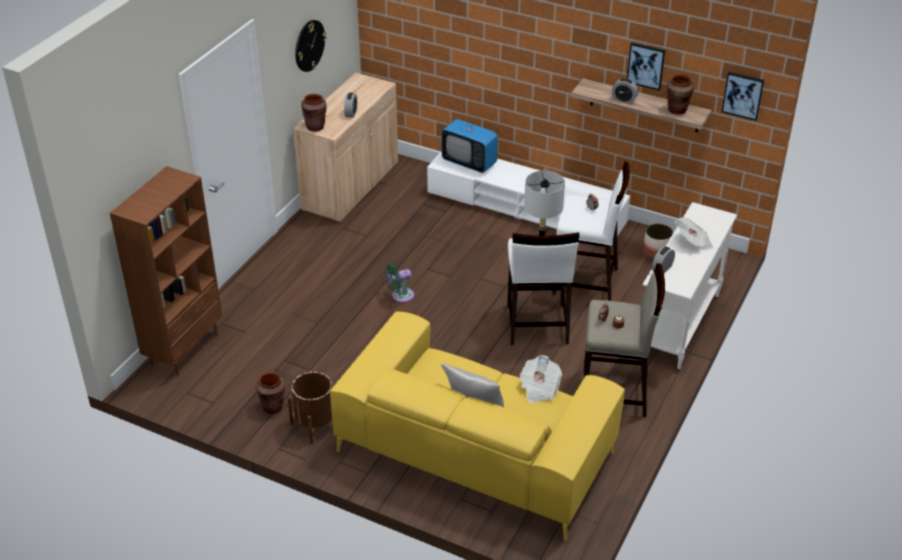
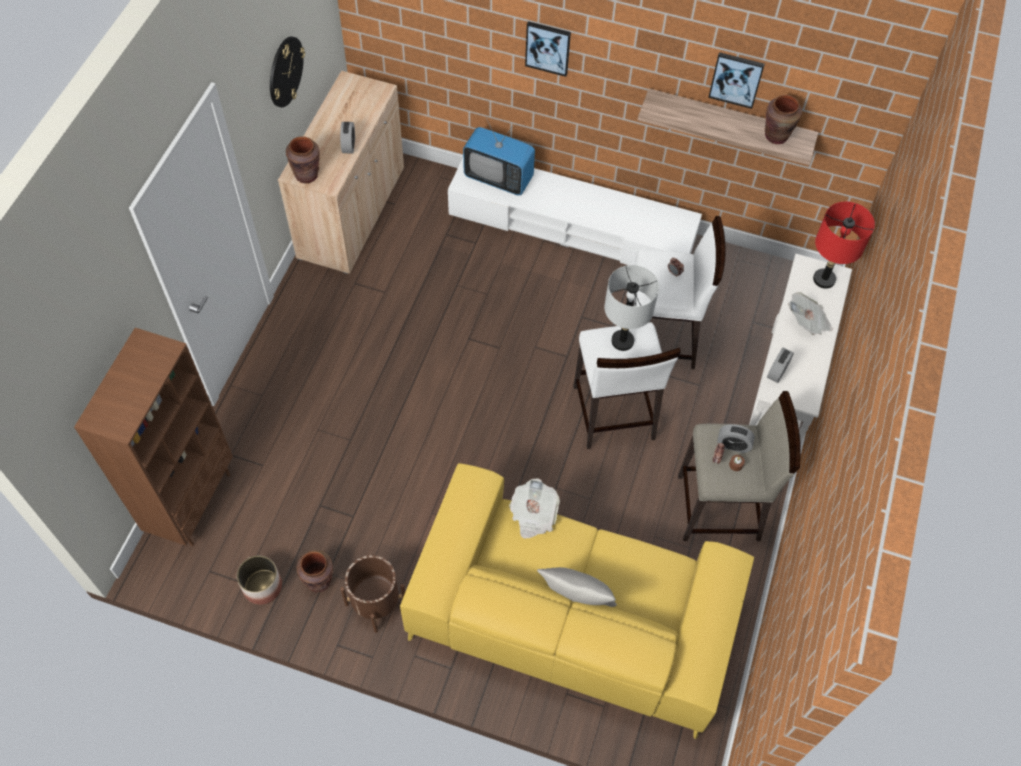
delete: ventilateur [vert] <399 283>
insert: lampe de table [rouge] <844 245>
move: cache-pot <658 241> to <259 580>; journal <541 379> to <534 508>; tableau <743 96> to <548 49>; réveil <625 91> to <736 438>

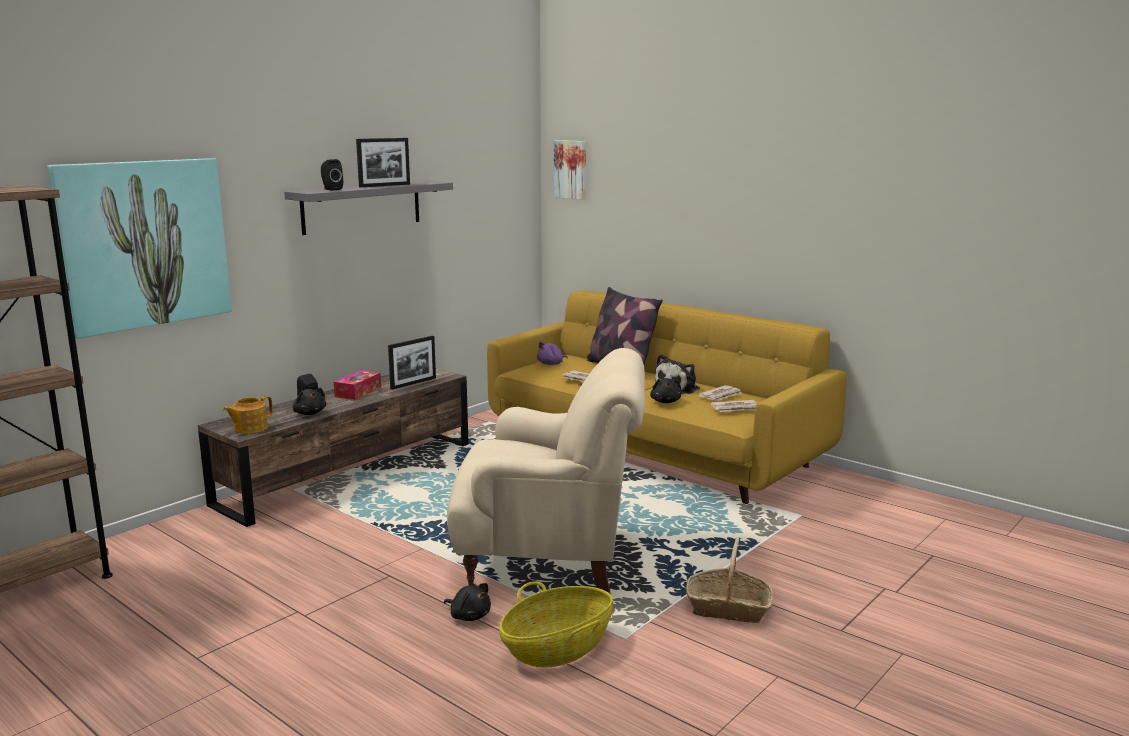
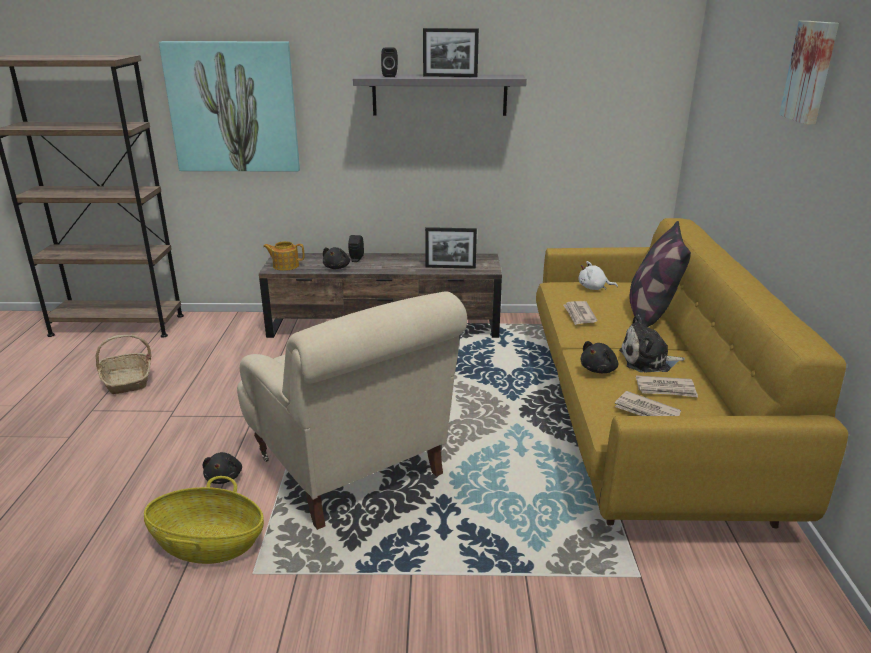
delete: boîte à mouchoirs <357 385>
move: panier <730 580> to <123 364>; tableau <570 170> to <809 73>
recolor: peluche [violet] <552 353> to peluche [blanc] <598 275>

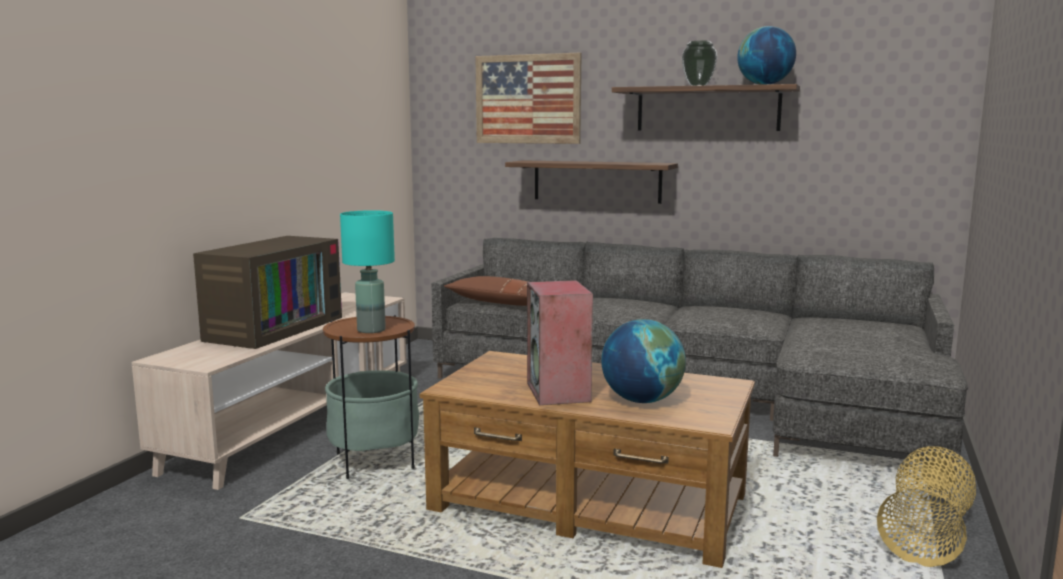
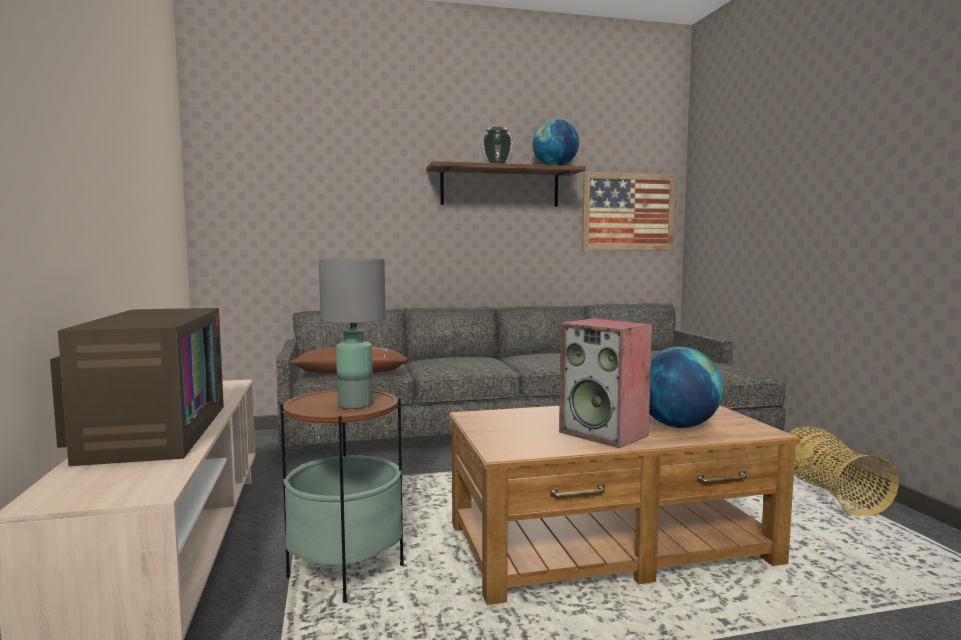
delete: étagère <591 182>
move: tableau <528 98> to <629 211>
recolor: lampe de table [turquoise] <367 271> to lampe de table [gris] <352 333>

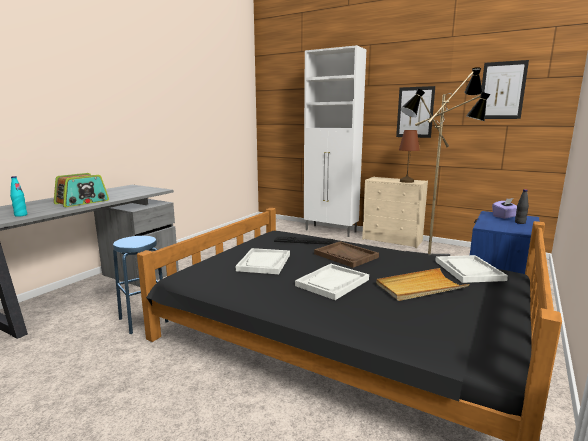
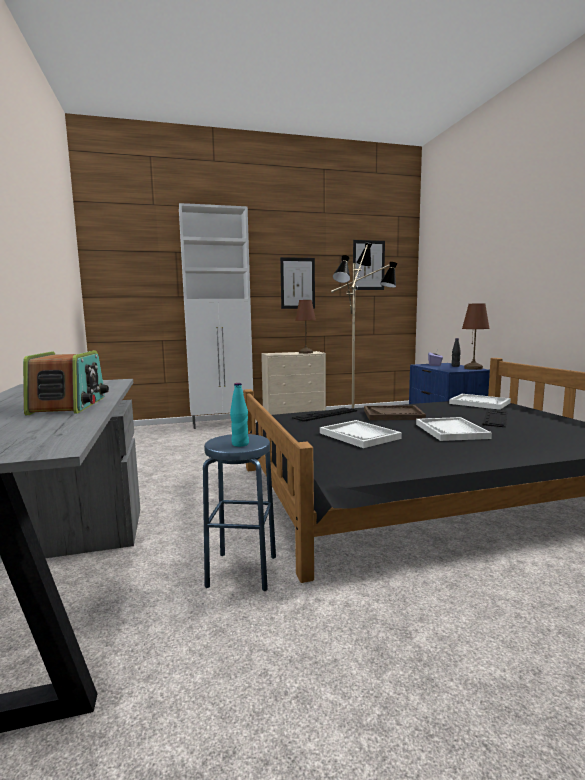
insert: lampe de table [marron] <476 336>
move: bouteille [turquoise] <18 196> to <239 415>
replace: plateau [beige] <423 284> to clavier <495 417>

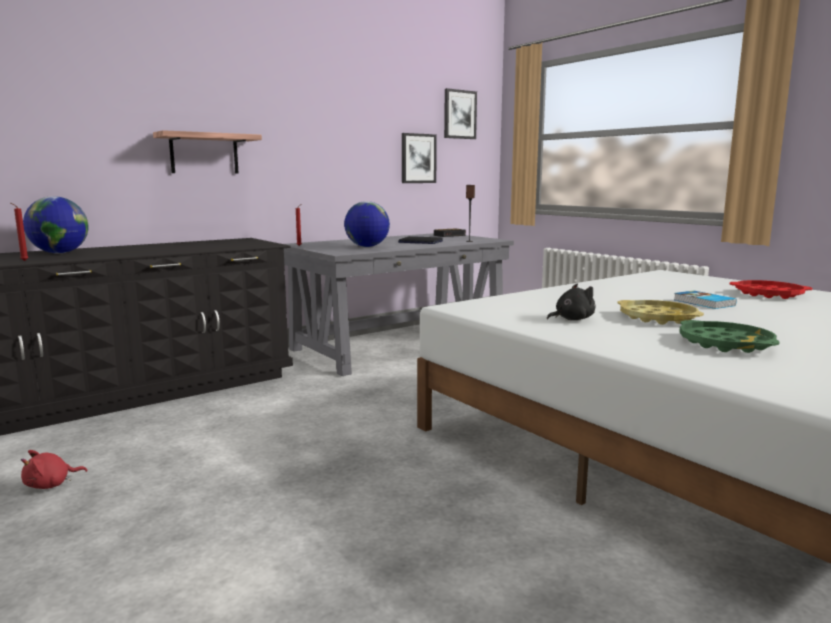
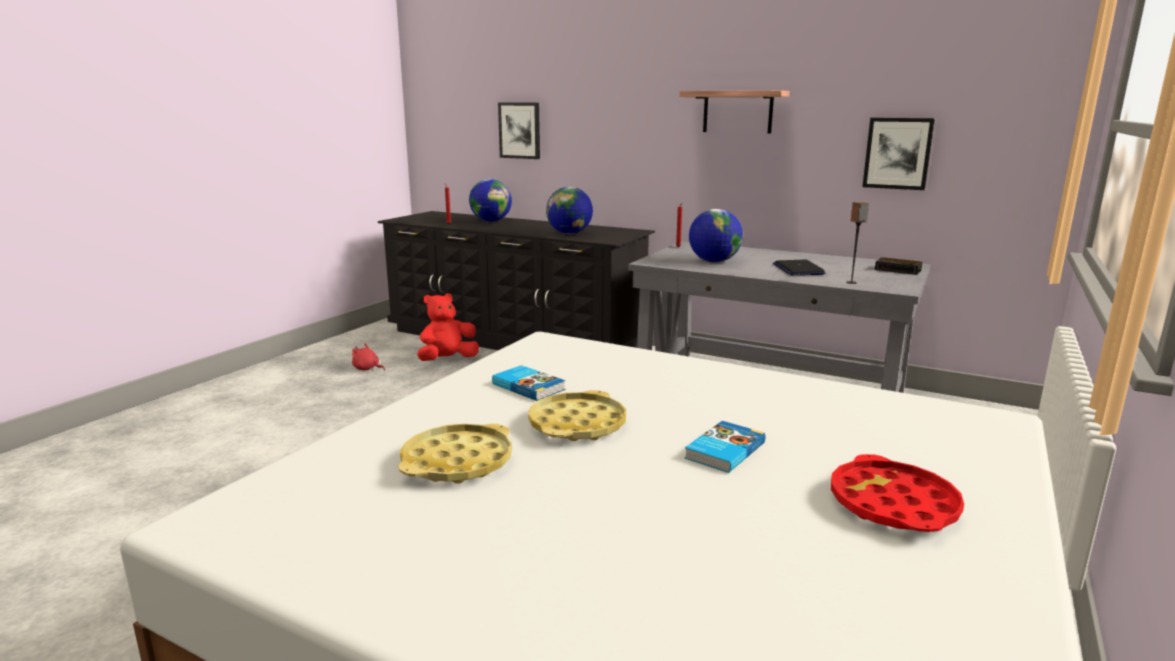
insert: peluche [rouge] <448 327>; globe <569 210>
move: tableau <460 113> to <519 131>; étagère <207 151> to <734 111>
replace: peluche [noir] <571 302> to livre <528 383>
recolor: plateau [vert] <729 336> to plateau [jaune] <455 454>

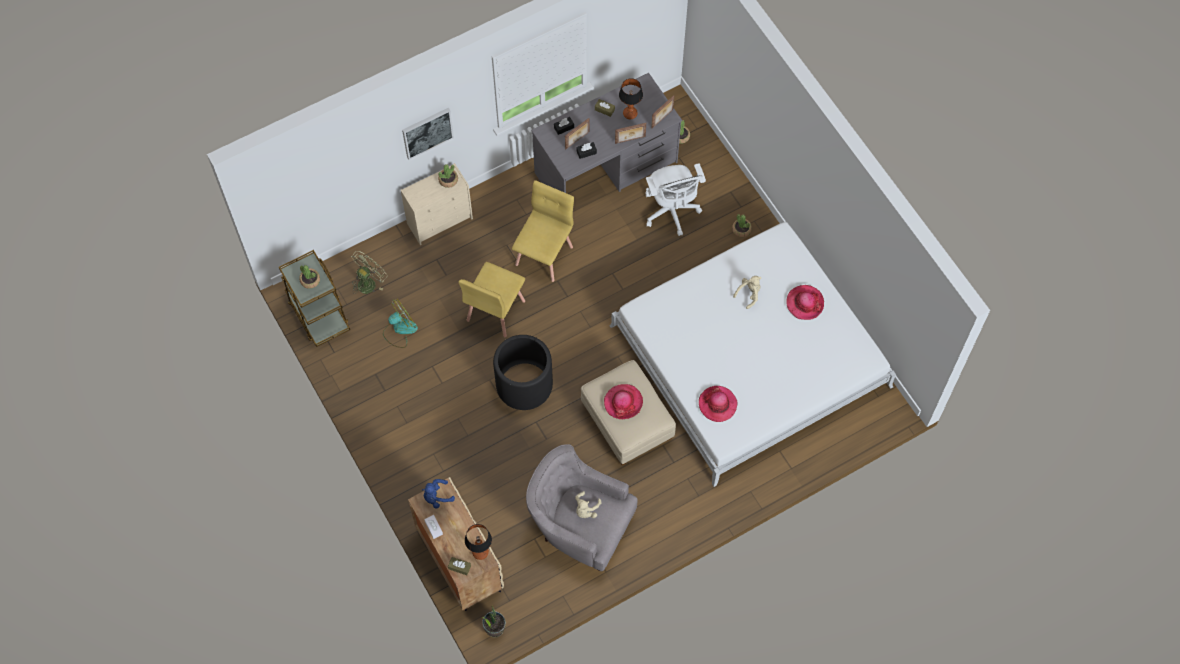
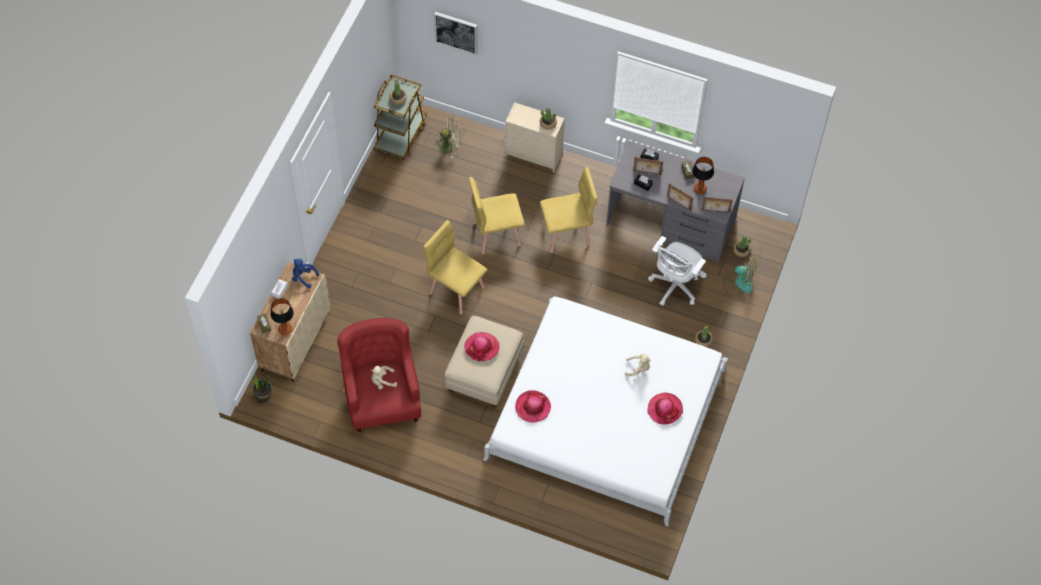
move: tableau <428 134> to <456 34>; ventilateur <400 323> to <740 276>
replace: cache-pot [noir] <523 372> to chaise [jaune] <455 267>
recolor: fauteuil [gris] <582 507> to fauteuil [rouge] <379 375>

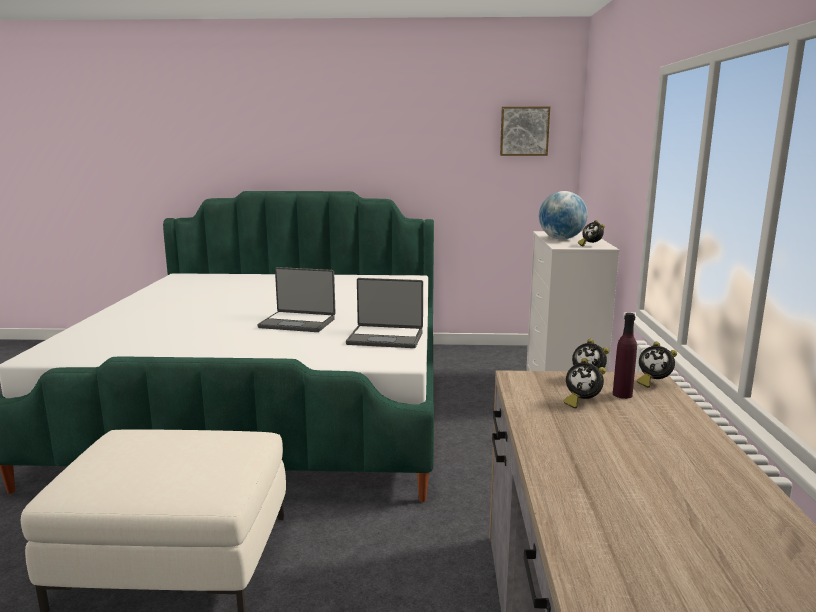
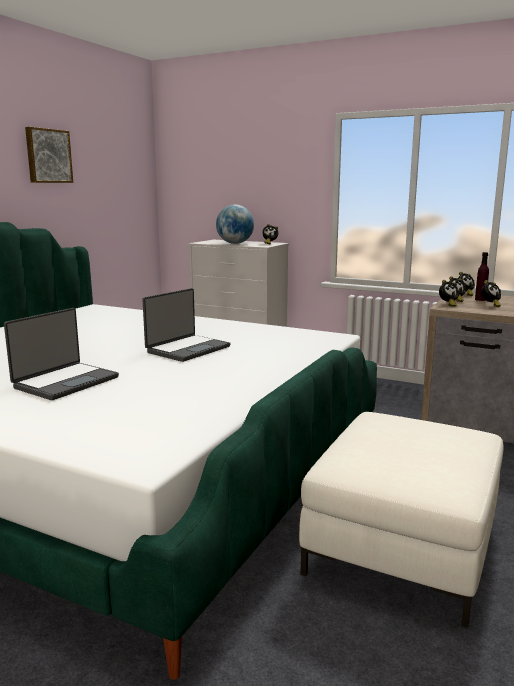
insert: réveil <449 293>
move: ordinateur portable <384 313> to <61 354>; tableau <525 131> to <49 155>

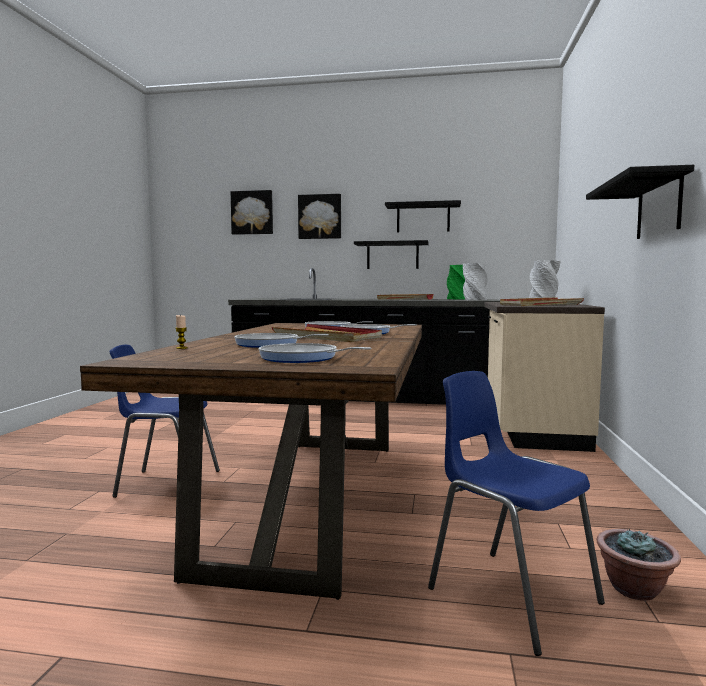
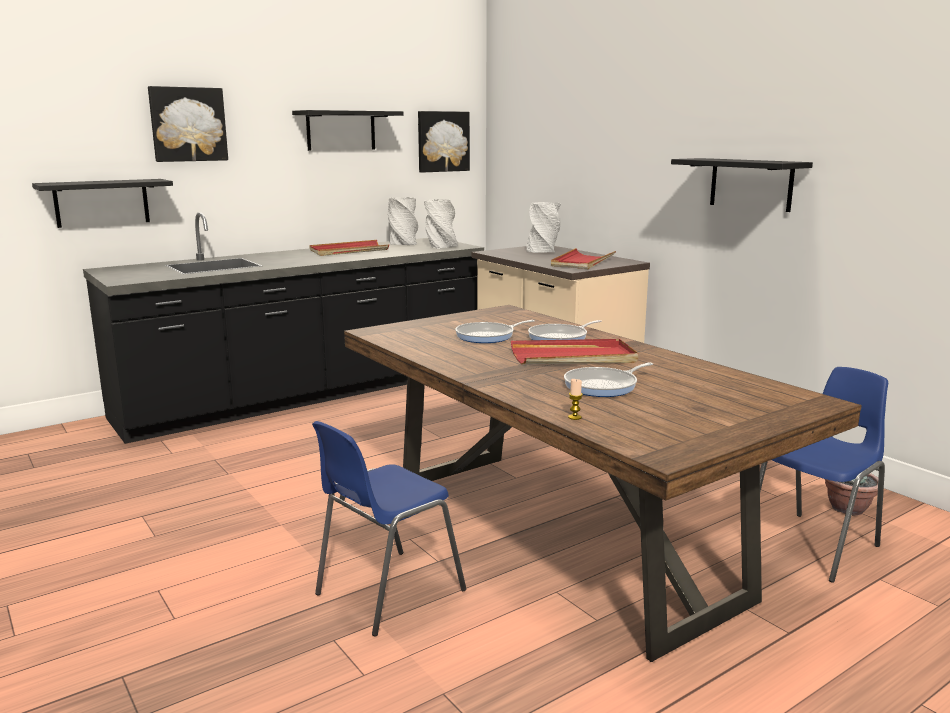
delete: poêle <315 353>
move: étagère [noir] <391 254> to <102 203>; tableau <252 212> to <444 141>
recolor: vase [vert] <456 282> to vase [gris] <403 221>
rotate: chaise [bleu] <516 513> = <824 475> 135 degrees clockwise

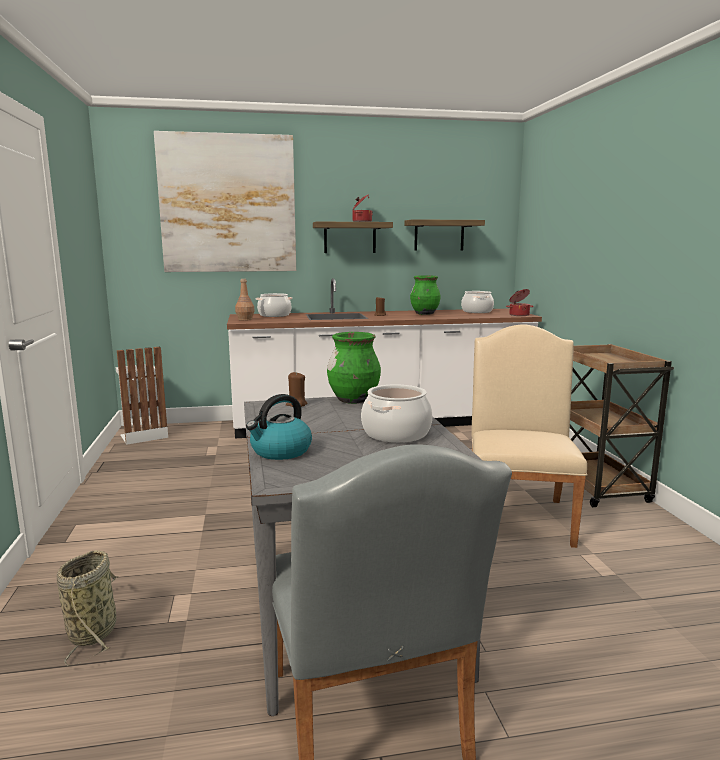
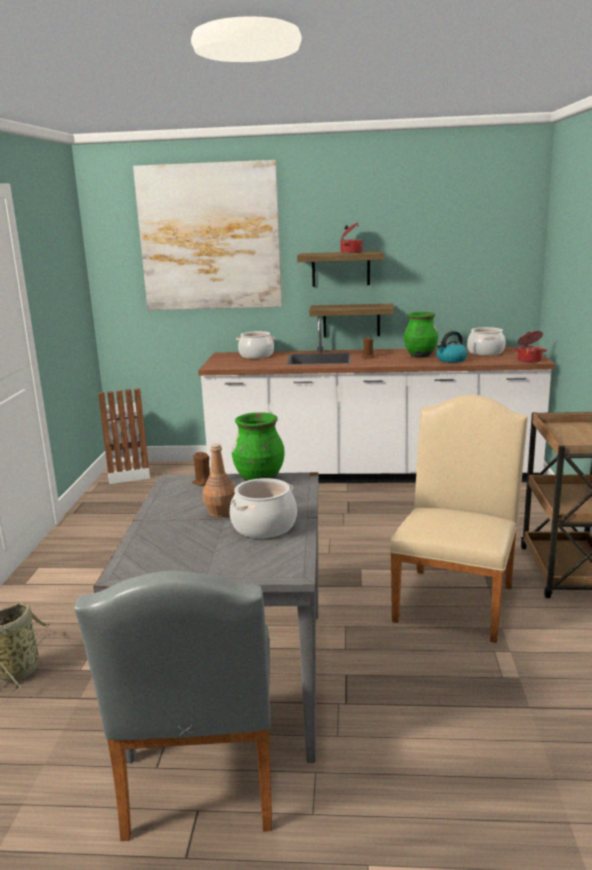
move: bouteille [marron] <245 300> to <218 480>; étagère <444 235> to <351 320>; bouilloire <279 427> to <452 347>

